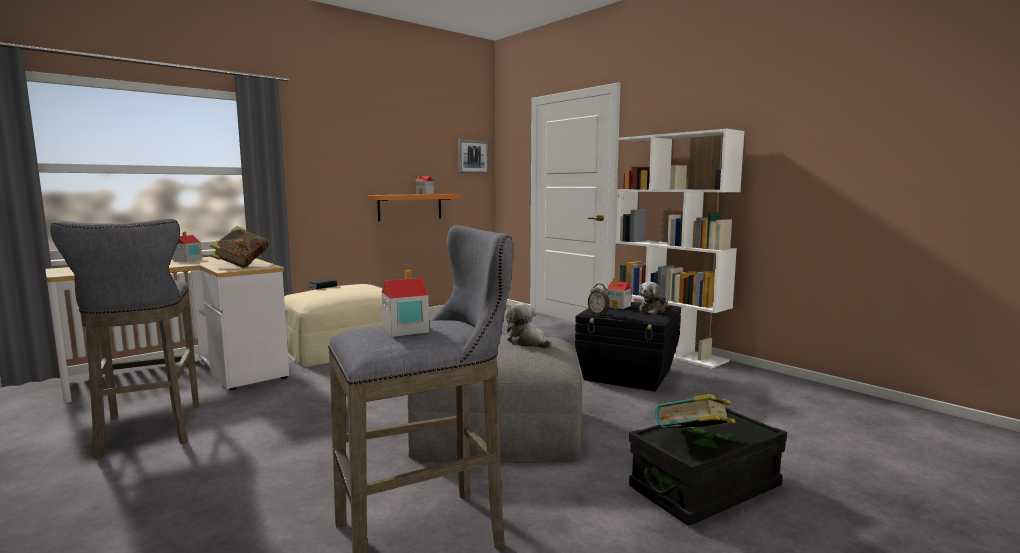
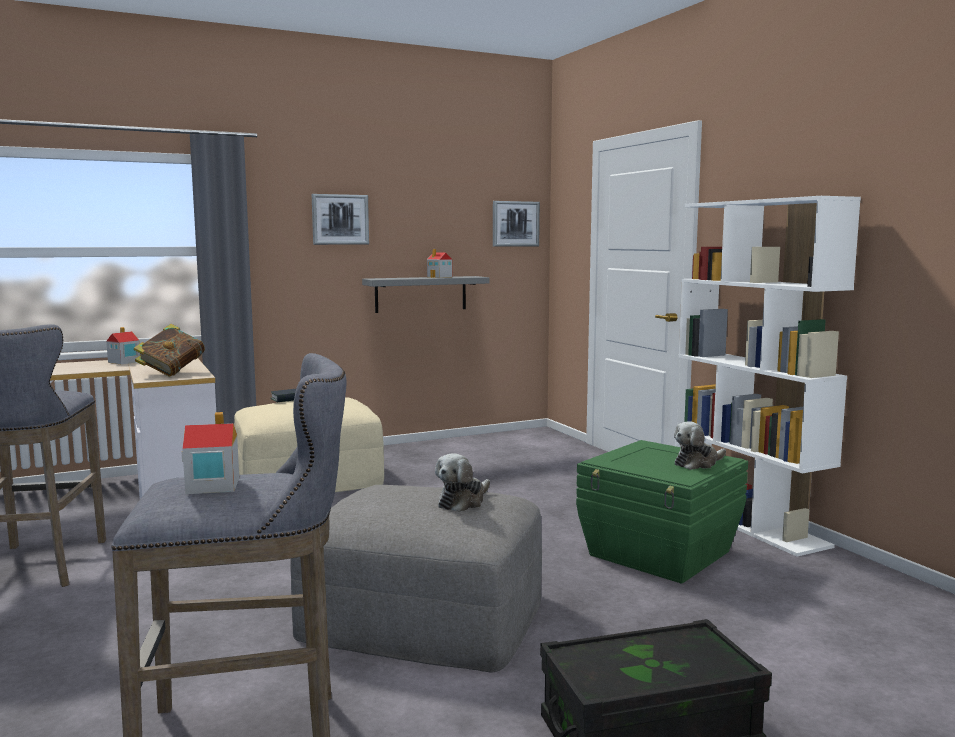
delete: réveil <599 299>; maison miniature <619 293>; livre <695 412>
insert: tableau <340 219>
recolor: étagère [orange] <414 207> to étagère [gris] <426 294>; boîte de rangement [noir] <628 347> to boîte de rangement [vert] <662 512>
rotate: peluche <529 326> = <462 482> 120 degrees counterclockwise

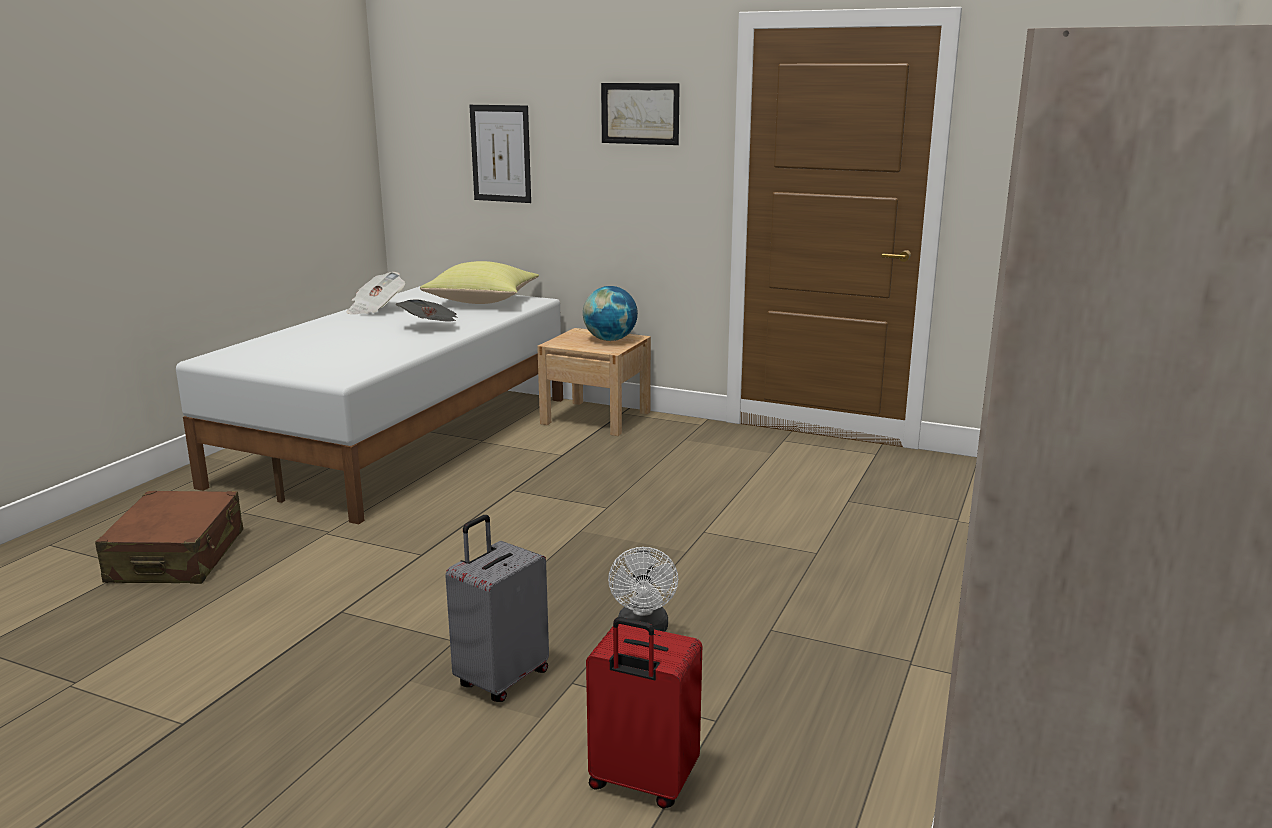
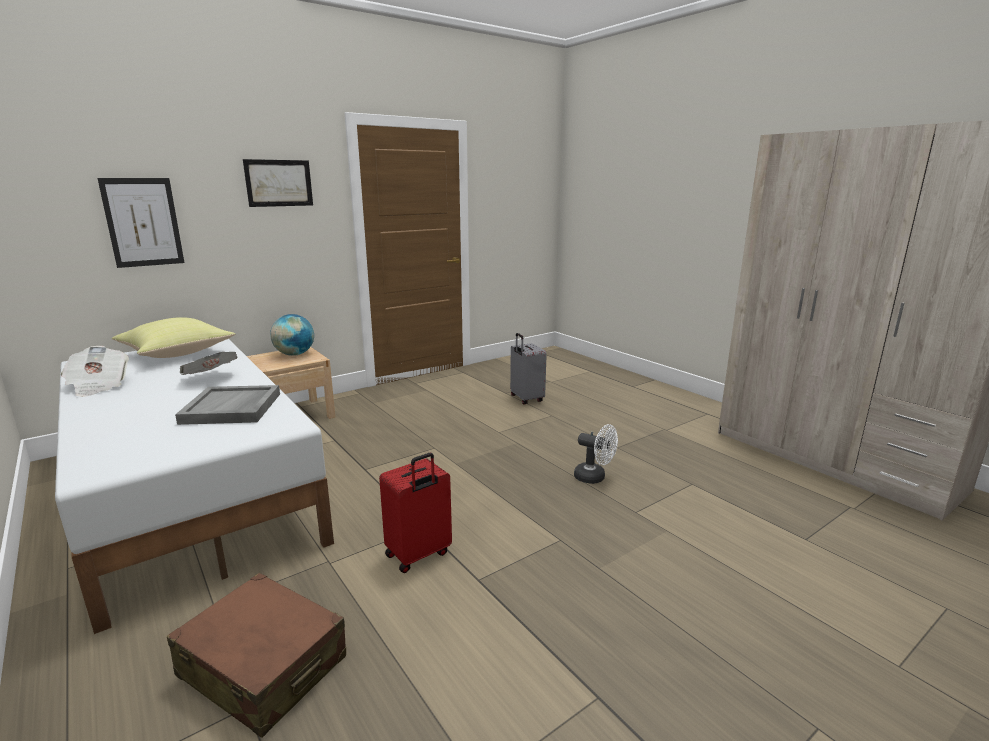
insert: plateau [gris] <227 405>
move: valise [rouge] <644 713> to <415 513>; valise [gris] <497 608> to <528 368>

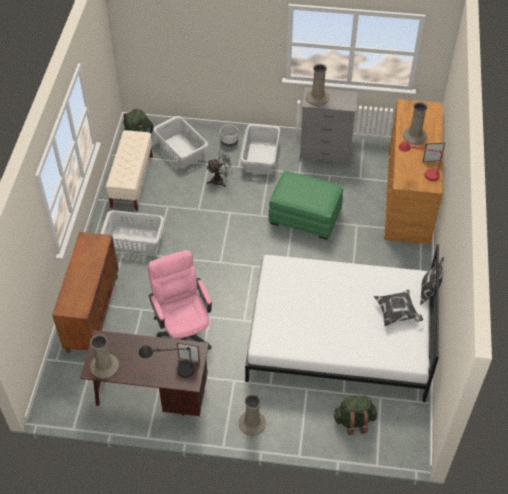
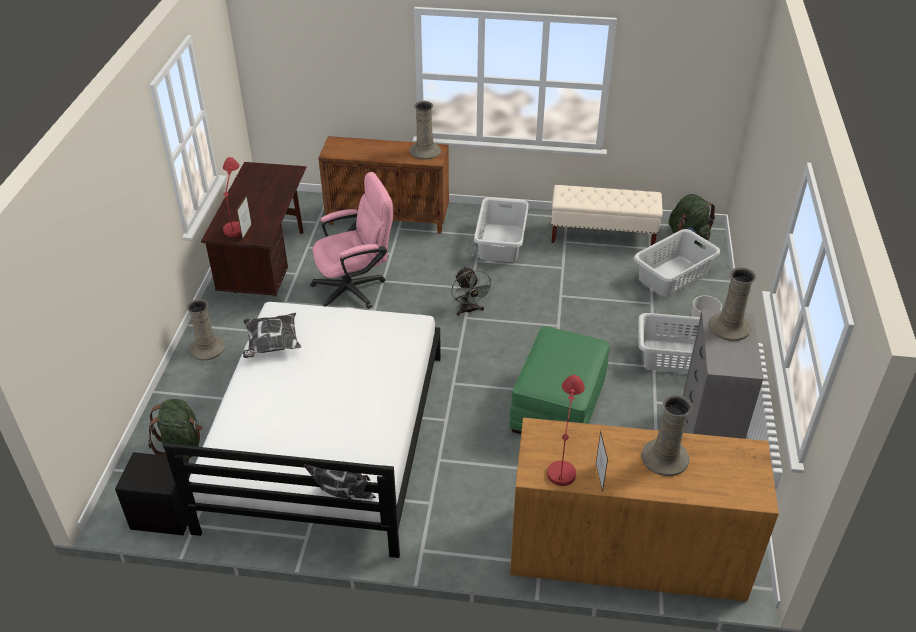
insert: table de chevet [noir] <152 493>
move: coussin <398 308> to <272 335>; vase [beige] <104 356> to <425 130>; ventilateur [gris] <220 168> to <472 291>
recolor: lampe de table [noir] <167 361> to lampe de table [rouge] <232 197>

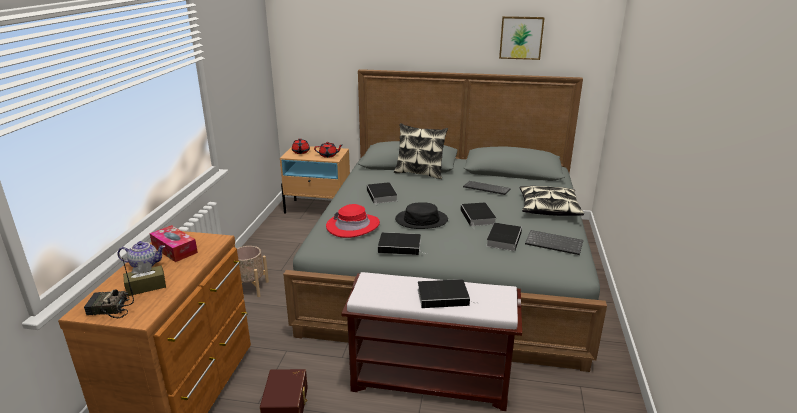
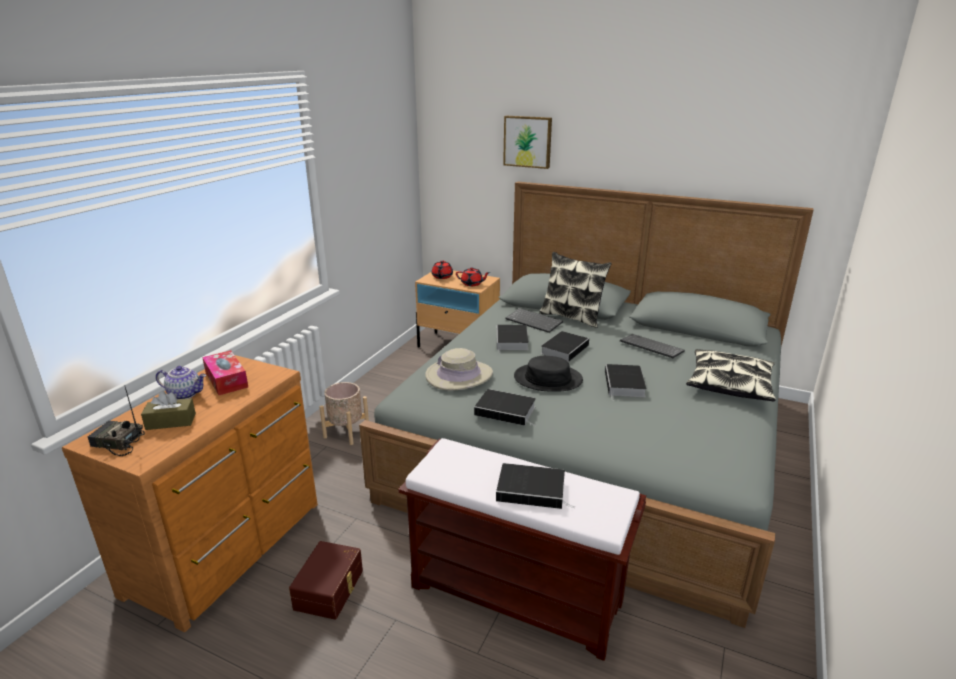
move: tableau <522 38> to <527 142>; clavier <554 242> to <534 320>; livre <504 237> to <565 346>
recolor: chapeau [rouge] <353 221> to chapeau [beige] <459 369>

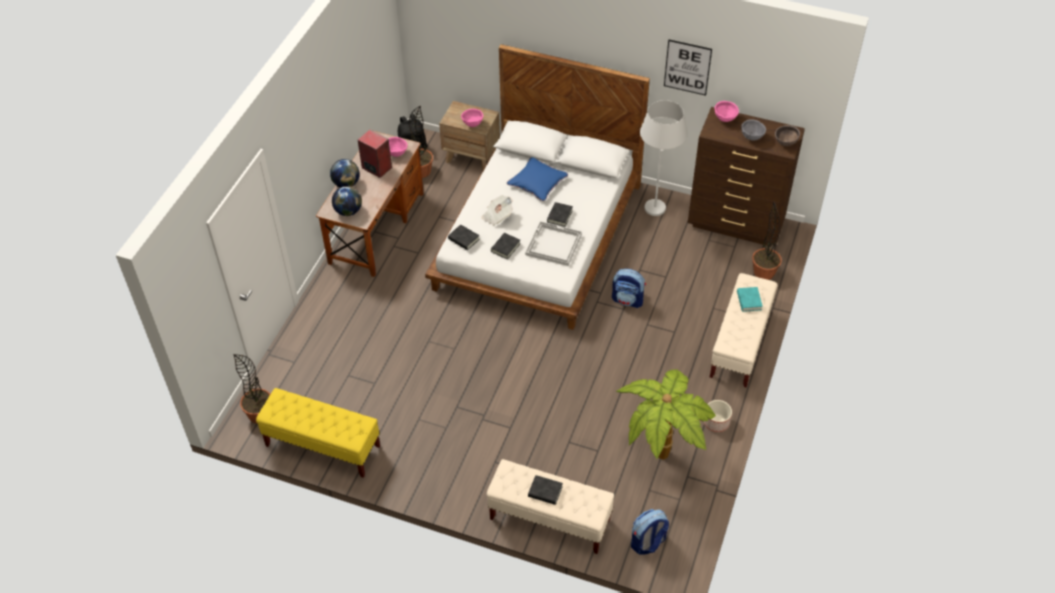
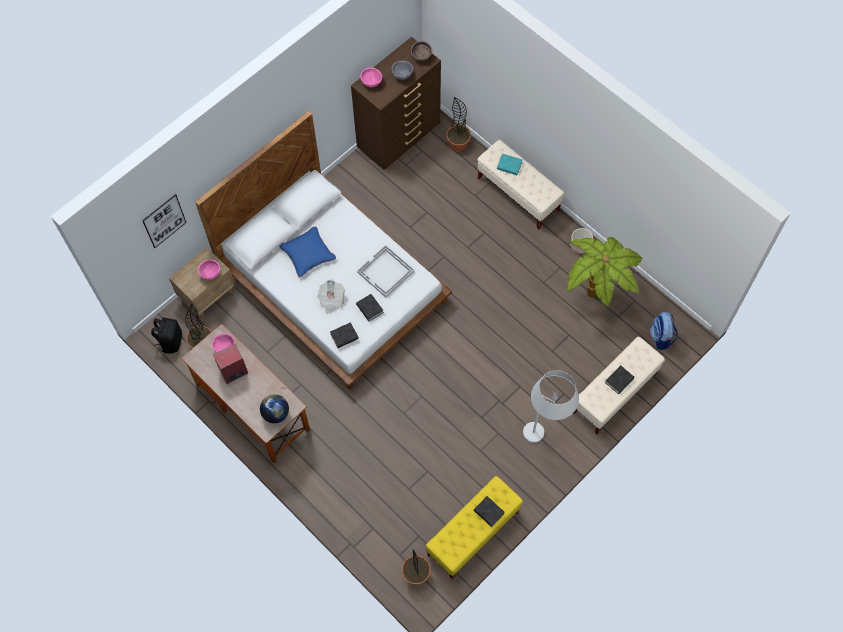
delete: globe <345 173>; sac à dos <629 288>
move: tableau <688 68> to <164 221>; livre [noir] <560 214> to <489 511>; lampadaire [blanc] <663 158> to <551 406>

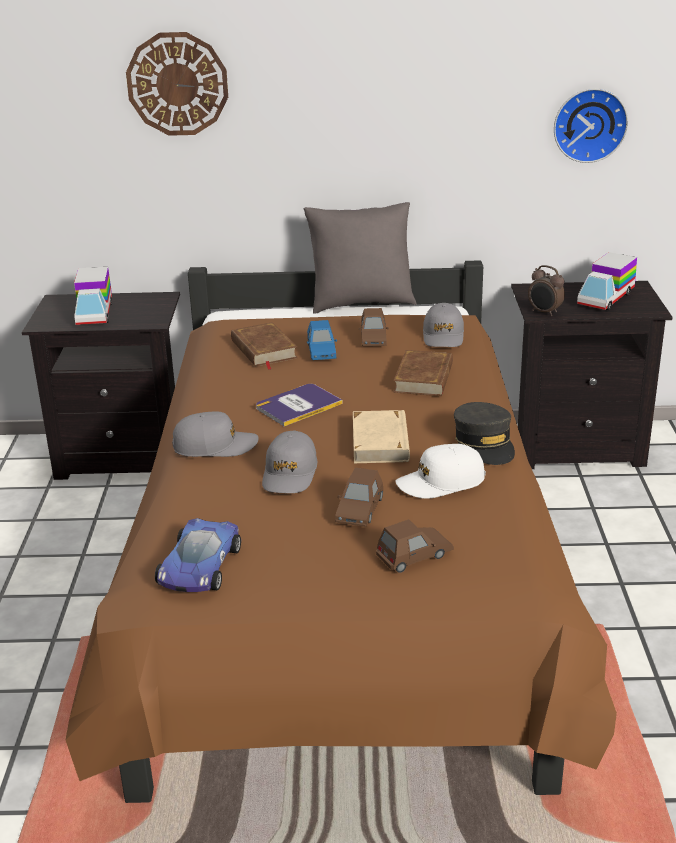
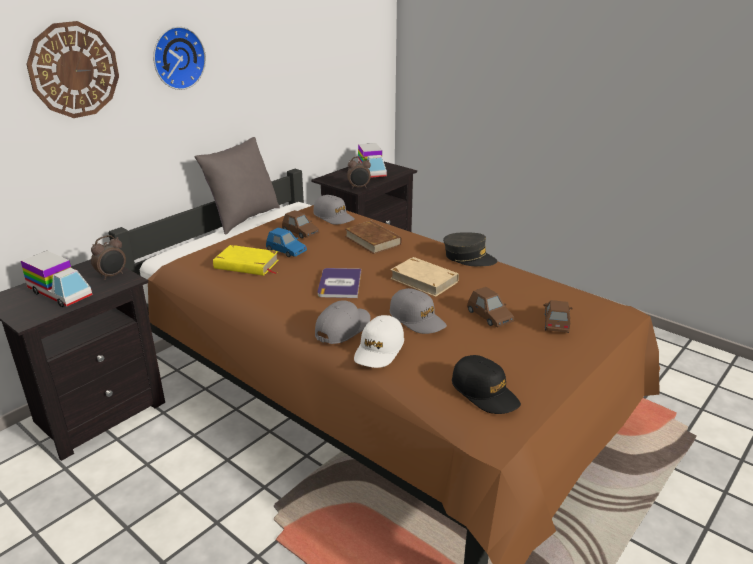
insert: réveil <108 257>
move: horloge murale <591 125> to <179 58>; casquette [blanc] <440 471> to <379 341>
replace: petite voiture <198 555> to casquette [noir] <486 384>
recolor: livre [marron] <264 346> to livre [jaune] <246 260>

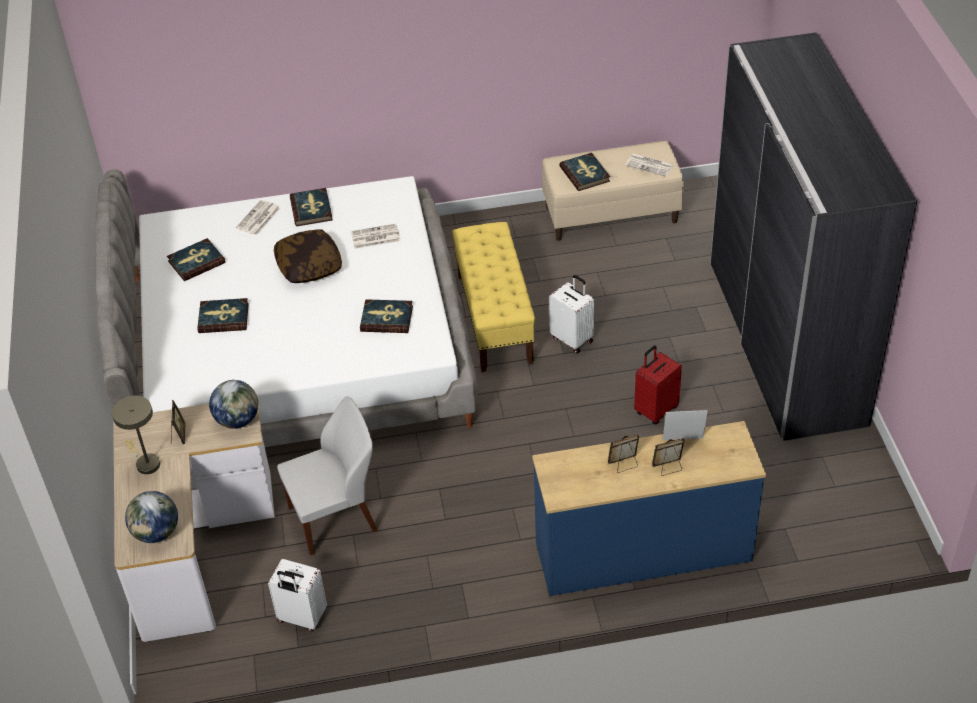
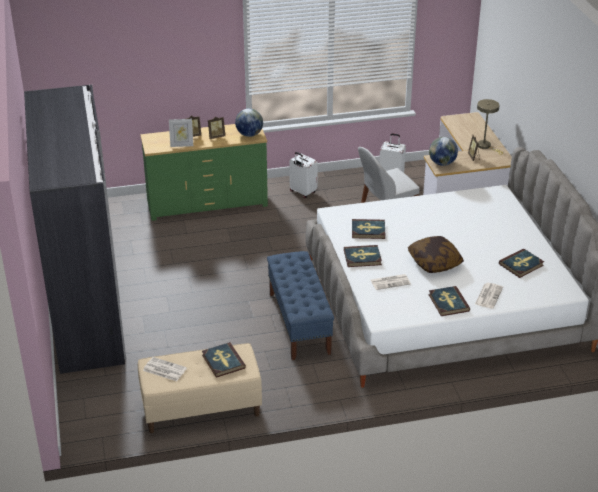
delete: valise [rouge] <658 384>
move: globe <151 517> to <249 122>; valise [blanc] <571 314> to <303 175>; livre <223 315> to <363 256>
recolor: commode [bleu] <649 508> to commode [vert] <204 172>; banc [jaune] <493 297> to banc [bleu] <300 305>

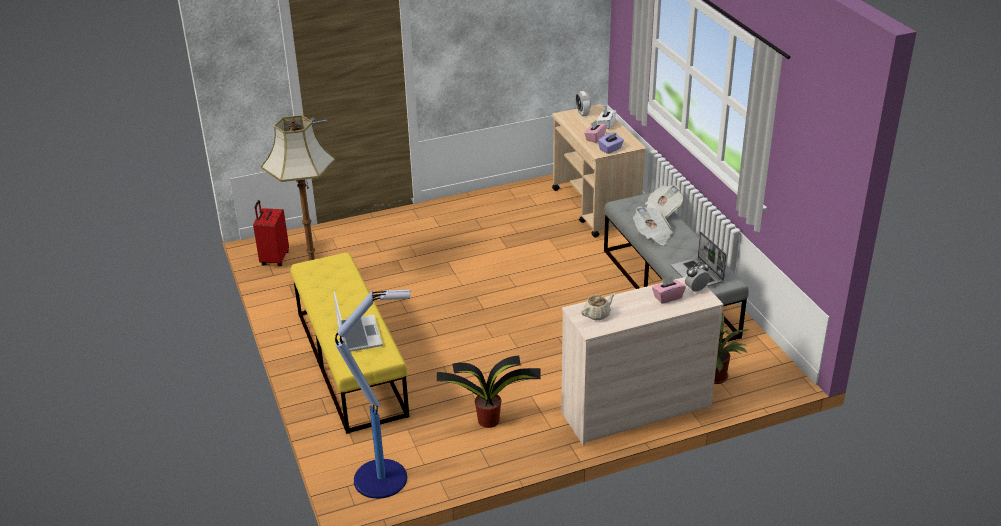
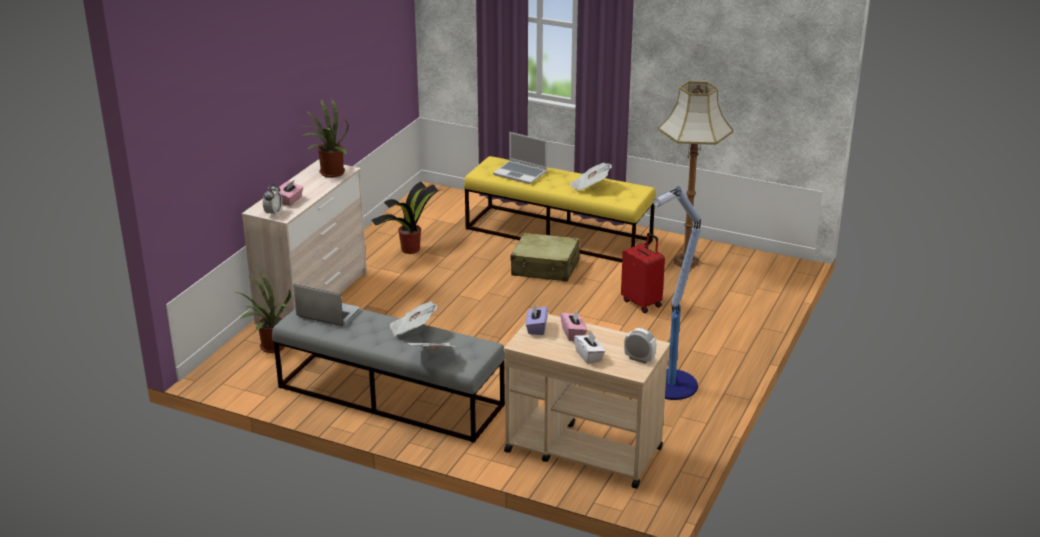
insert: valise [beige] <545 257>; journal <590 177>
move: valise [rouge] <271 233> to <643 273>; lampadaire <372 394> to <677 293>
replace: théière [beige] <598 306> to plante en pot <326 138>

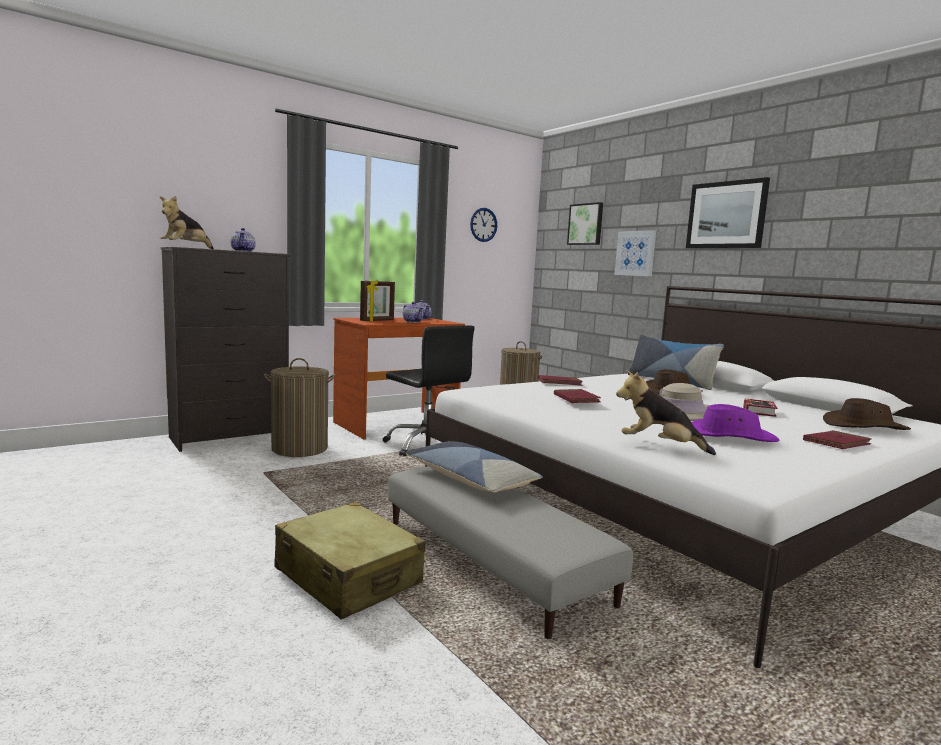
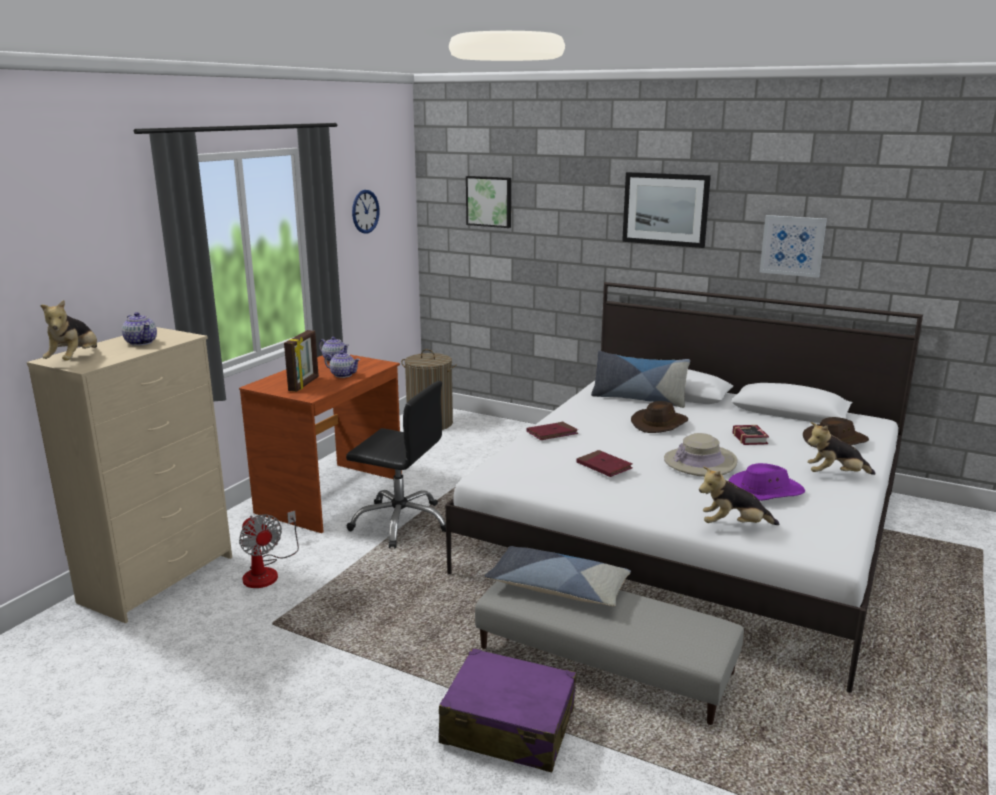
move: tableau <635 253> to <793 246>
replace: panier à linge <300 407> to ventilateur <269 549>; livre [rouge] <837 439> to peluche <841 448>
recolor: commode [noir] <225 349> to commode [beige] <129 475>; valise [beige] <350 561> to valise [violet] <508 710>

